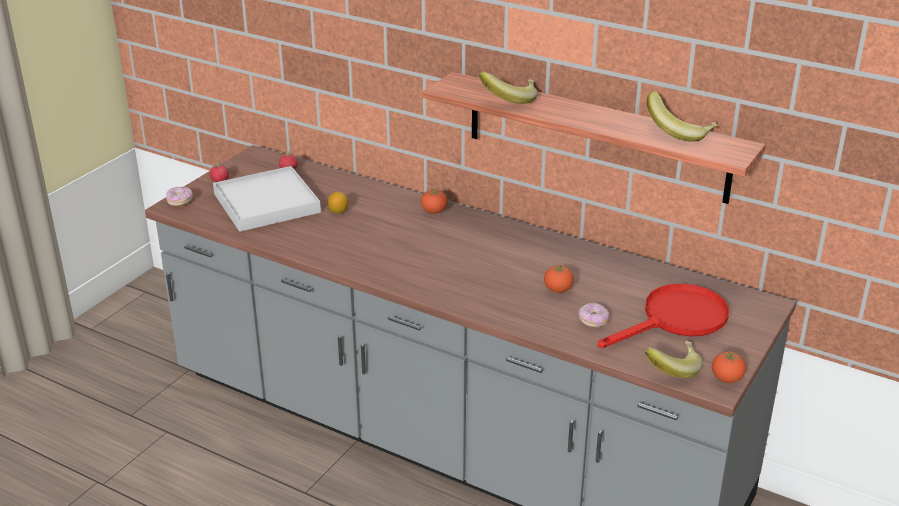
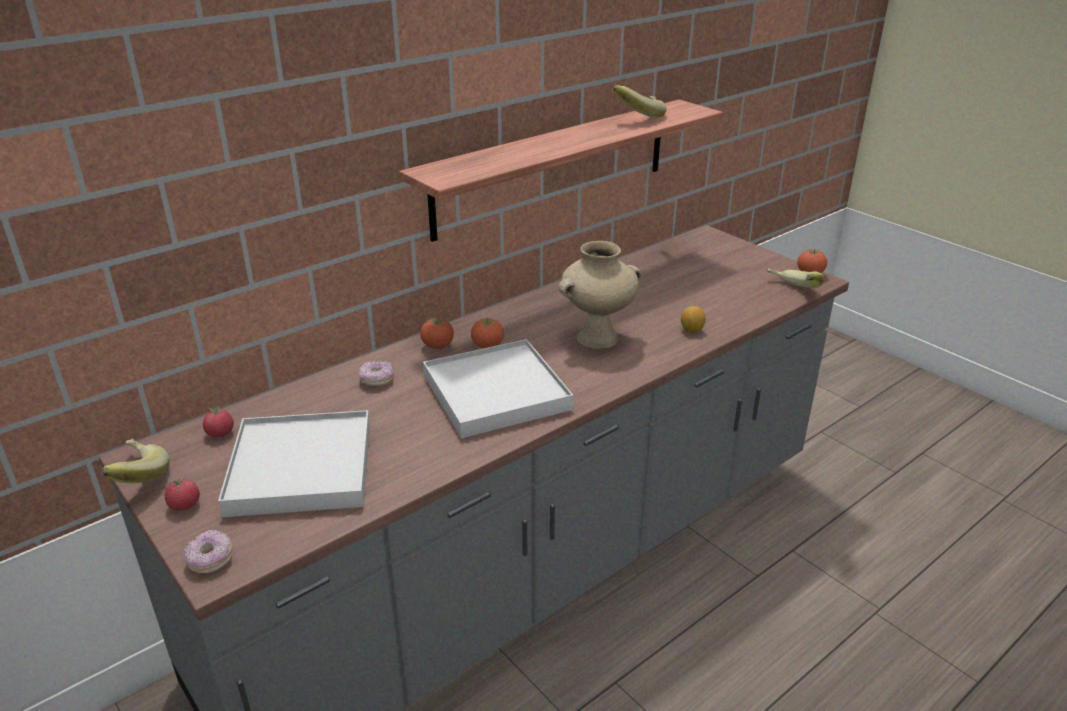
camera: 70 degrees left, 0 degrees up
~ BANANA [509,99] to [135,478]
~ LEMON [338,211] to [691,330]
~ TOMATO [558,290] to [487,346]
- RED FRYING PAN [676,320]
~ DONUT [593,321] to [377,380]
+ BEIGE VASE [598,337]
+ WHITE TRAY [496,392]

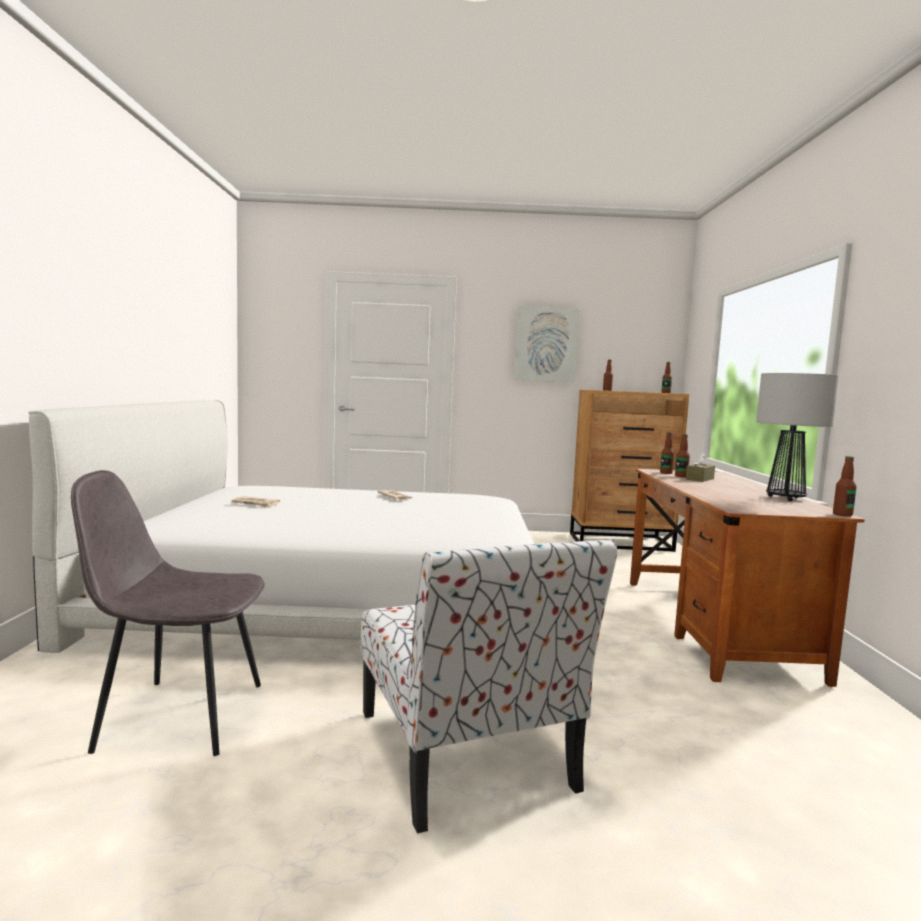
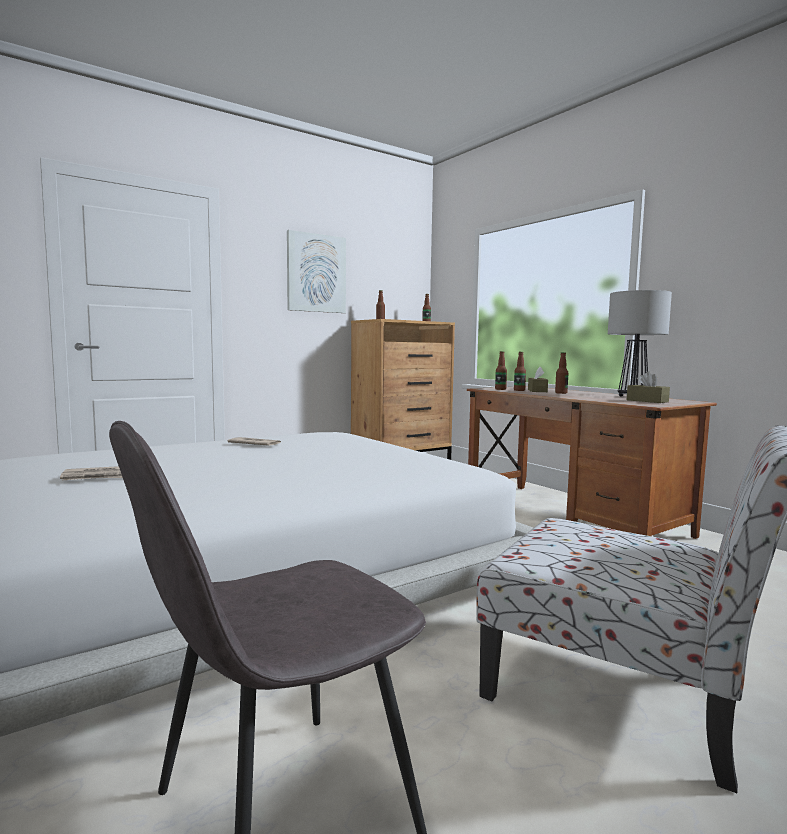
camera: 35 degrees left, 0 degrees up
~ BOTTLE [842,515] to [561,393]
+ BROWN TISSUE BOX [647,401]

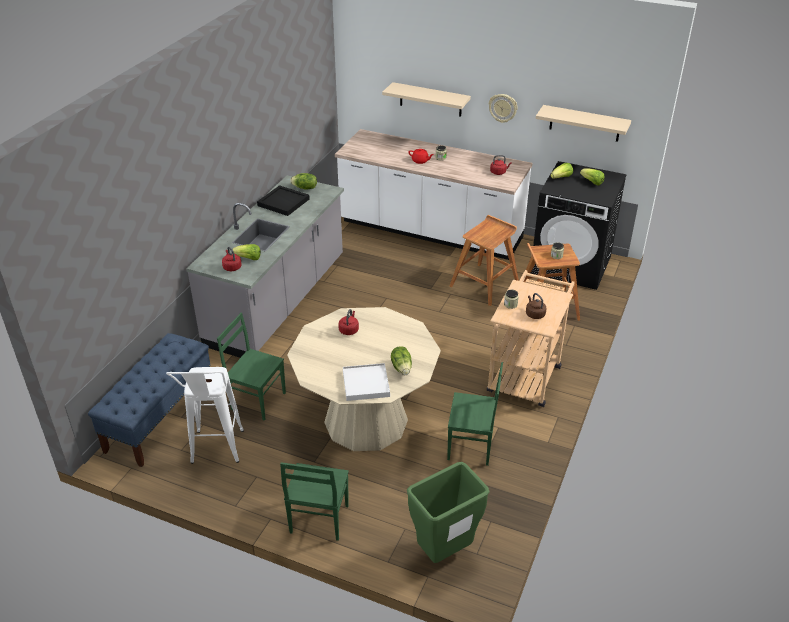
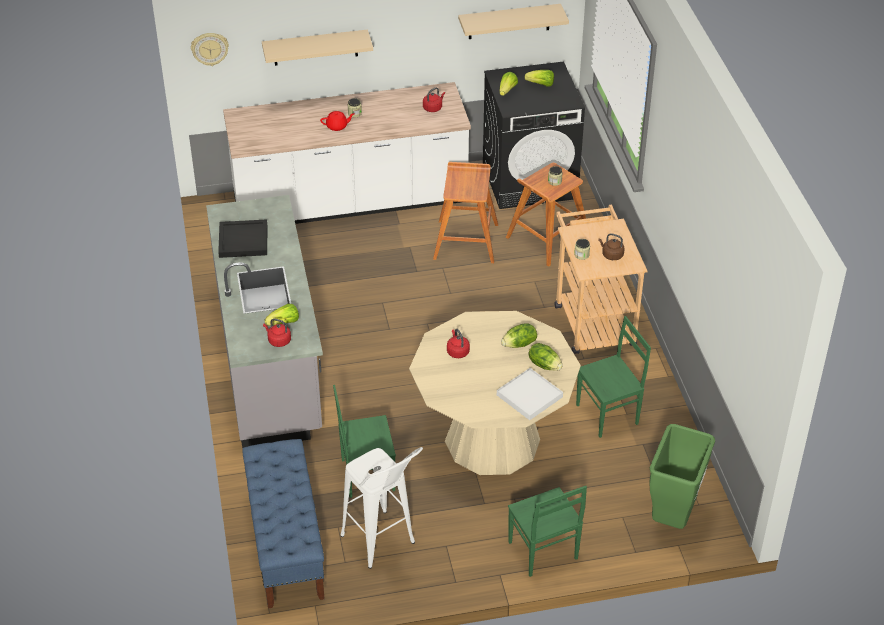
camera: 35 degrees left, 5 degrees up
~ WALL CLOCK [503,108] to [210,48]
~ LETTUCE [305,188] to [519,344]

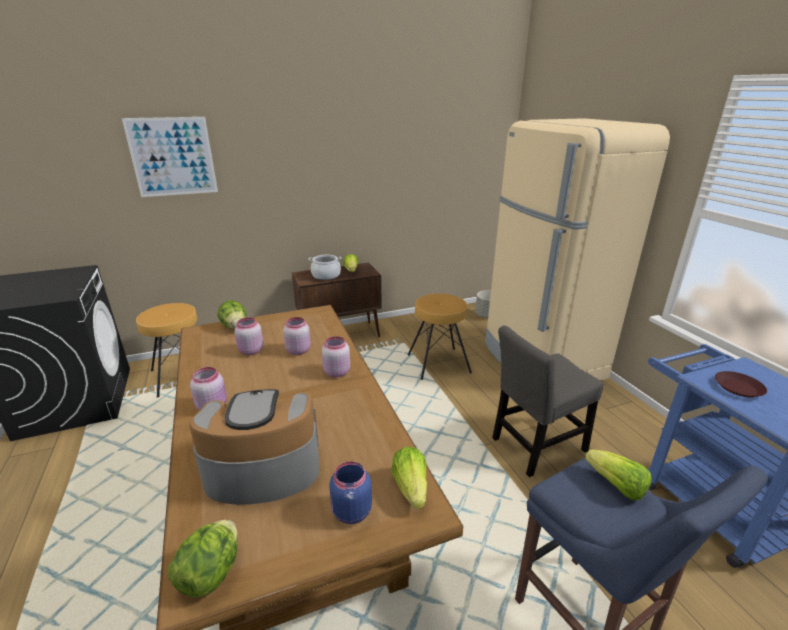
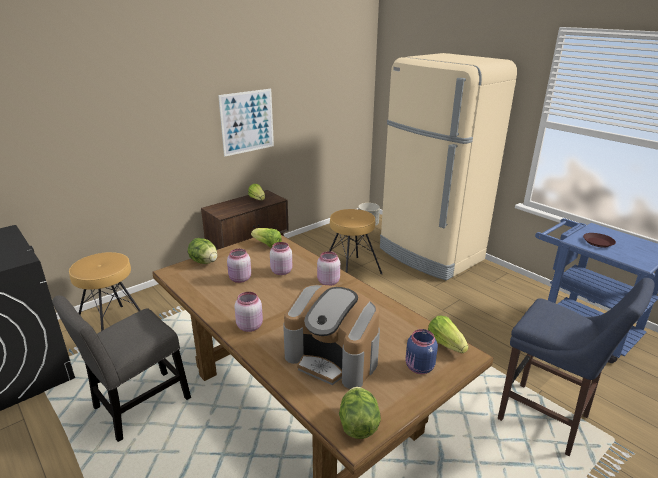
camera: 20 degrees left, 0 degrees up
~ PICTURE [172,157] to [247,122]
- COOKING POT [326,276]
~ GREY CHAIR [535,447] to [138,406]
~ COFFEE MACHINE [262,469] = [333,358] 120 degrees counterclockwise
~ LETTUCE [616,486] to [267,245]

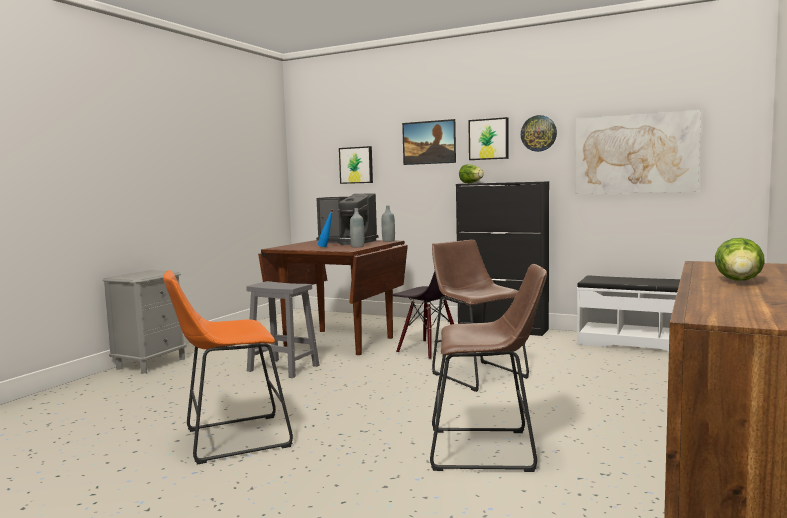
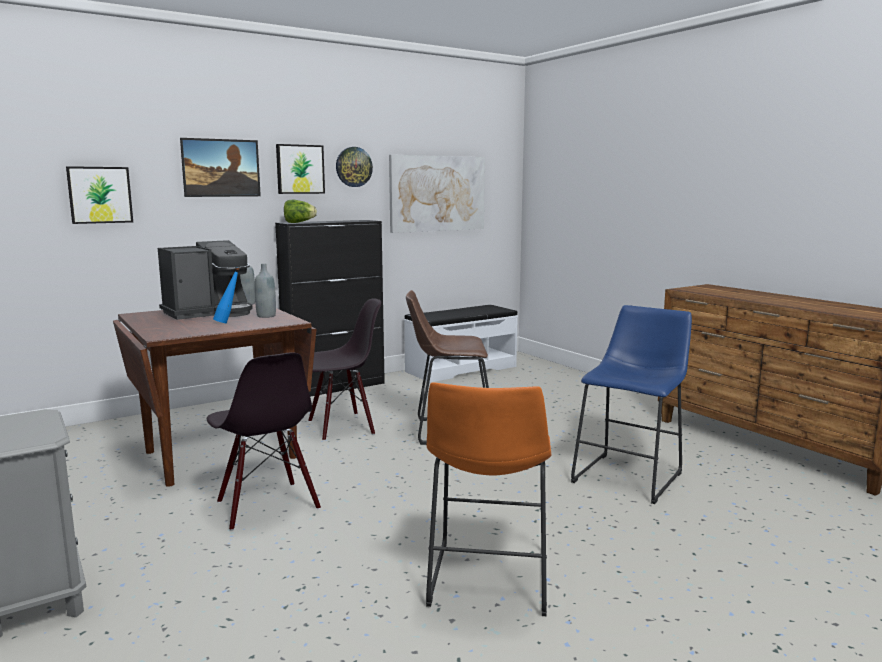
camera: 60 degrees left, 5 degrees up
- LETTUCE [739,281]
~ BROWN STOOL [488,450] to BLUE STOOL [630,475]
~ GREY STOOL [282,368] to BLACK CHAIR [266,506]

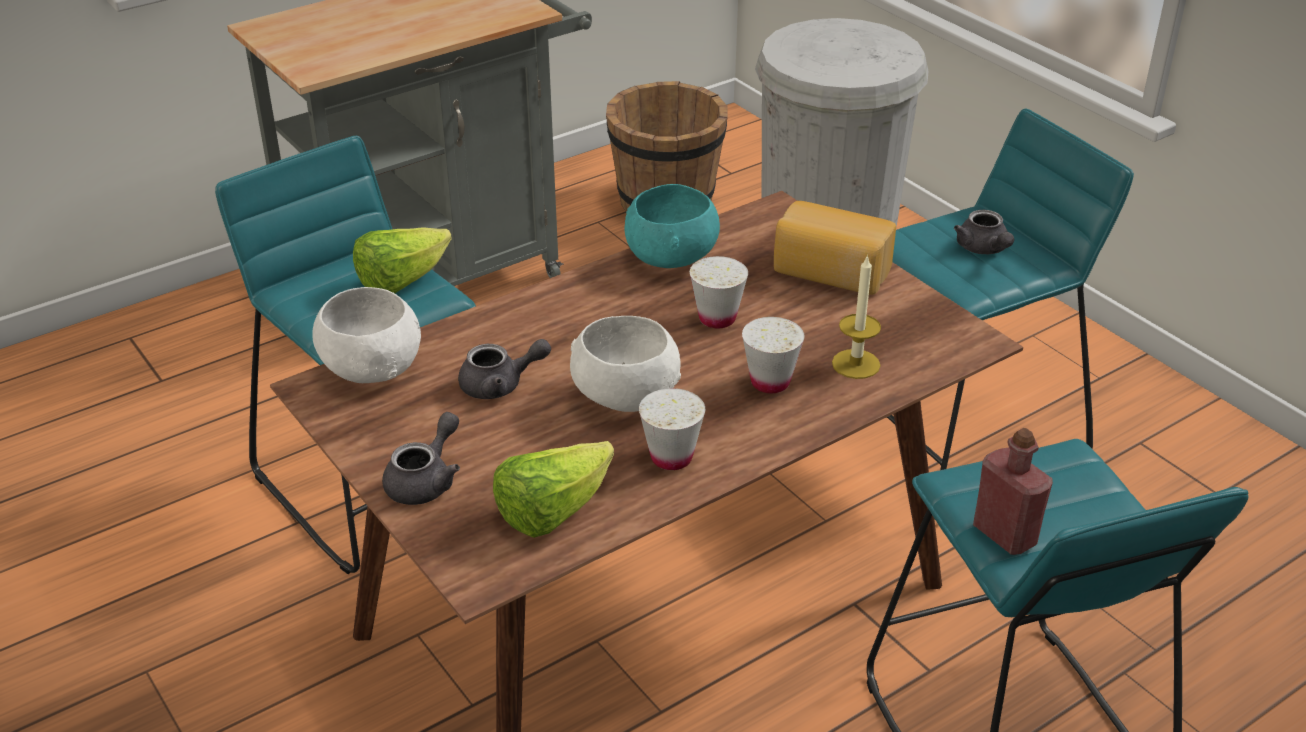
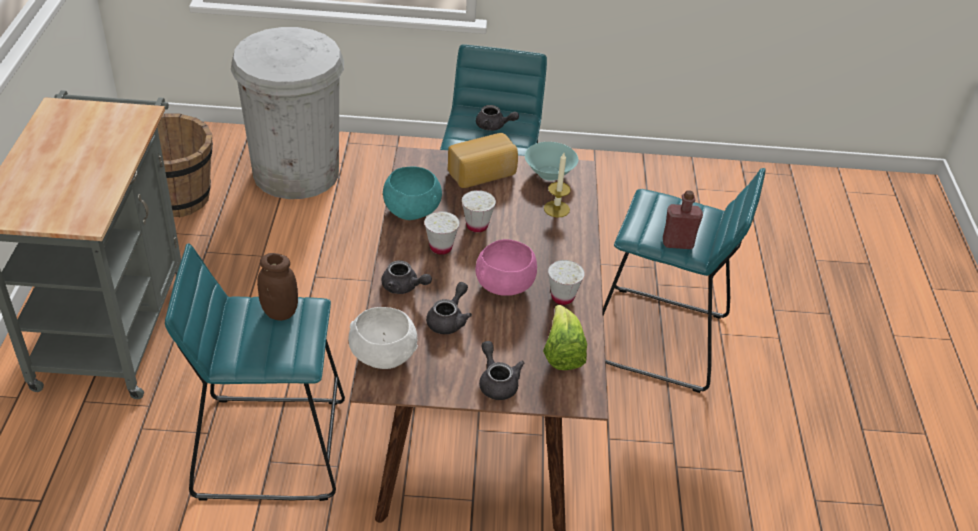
camera: 55 degrees left, 5 degrees up
~ LETTUCE [401,281] to BROWN JAR [280,312]
~ WHITE BOWL [624,398] to PINK BOWL [504,287]
~ WHITE CUP [770,382] to [441,247]
+ TURQUOISE BOWL [549,173]
+ GREY TEAPOT [404,287]

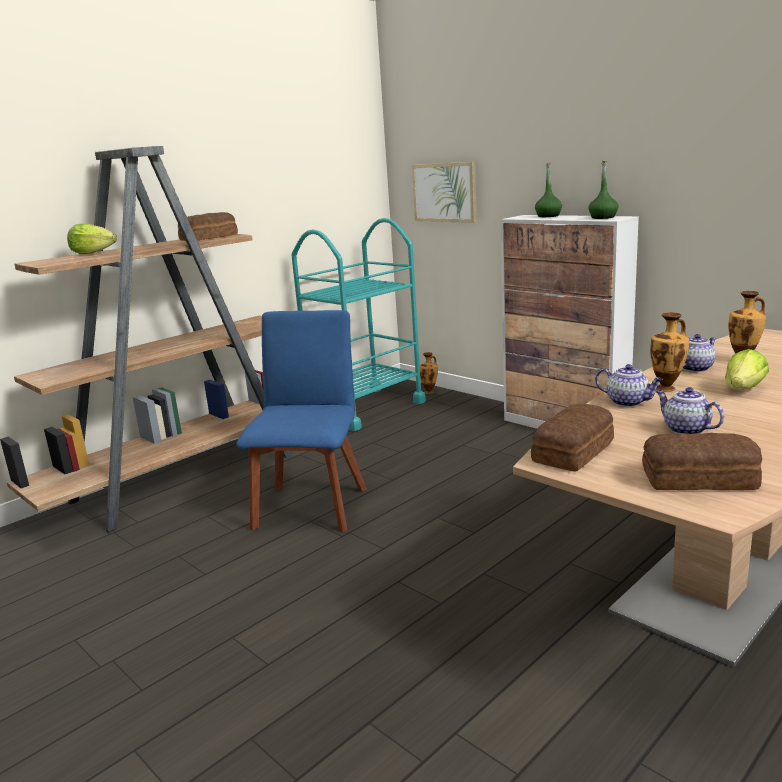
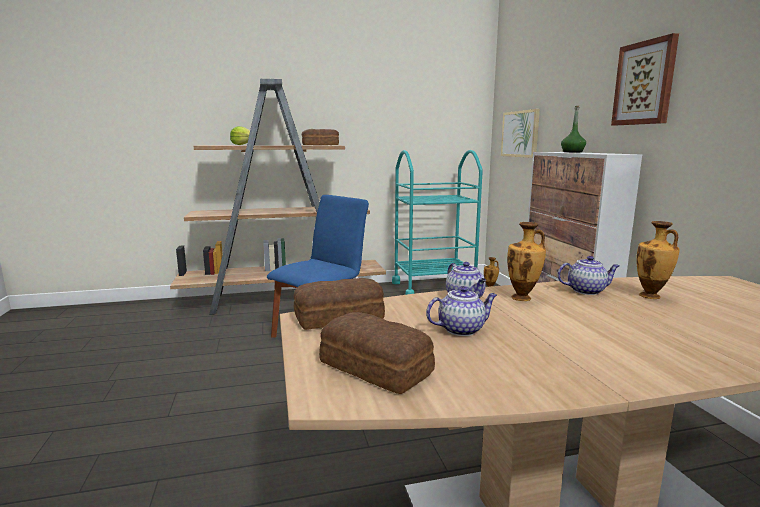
camera: 30 degrees right, 5 degrees down
- GREEN BOTTLE [603,217]
- LETTUCE [743,390]
~ TEAPOT [685,429] = [461,329] 75 degrees clockwise
+ PICTURE [645,83]

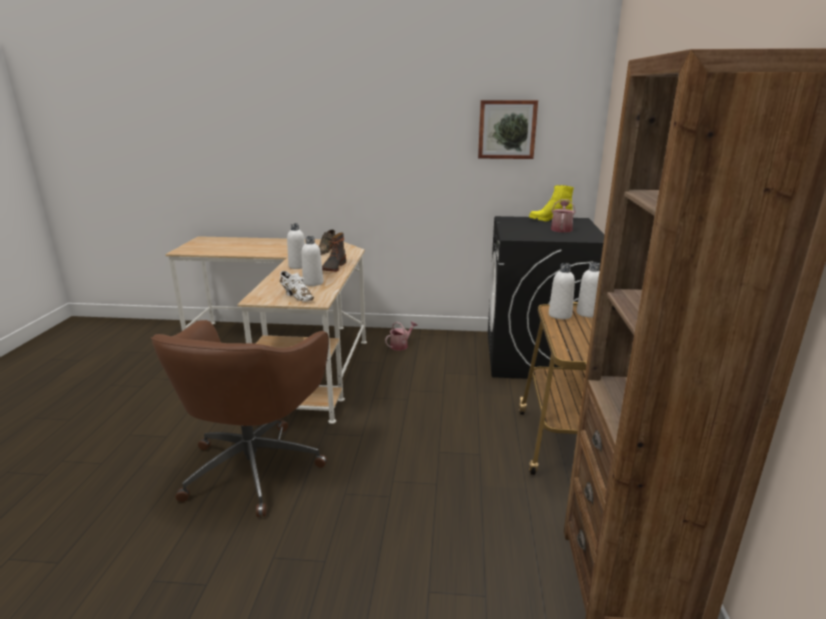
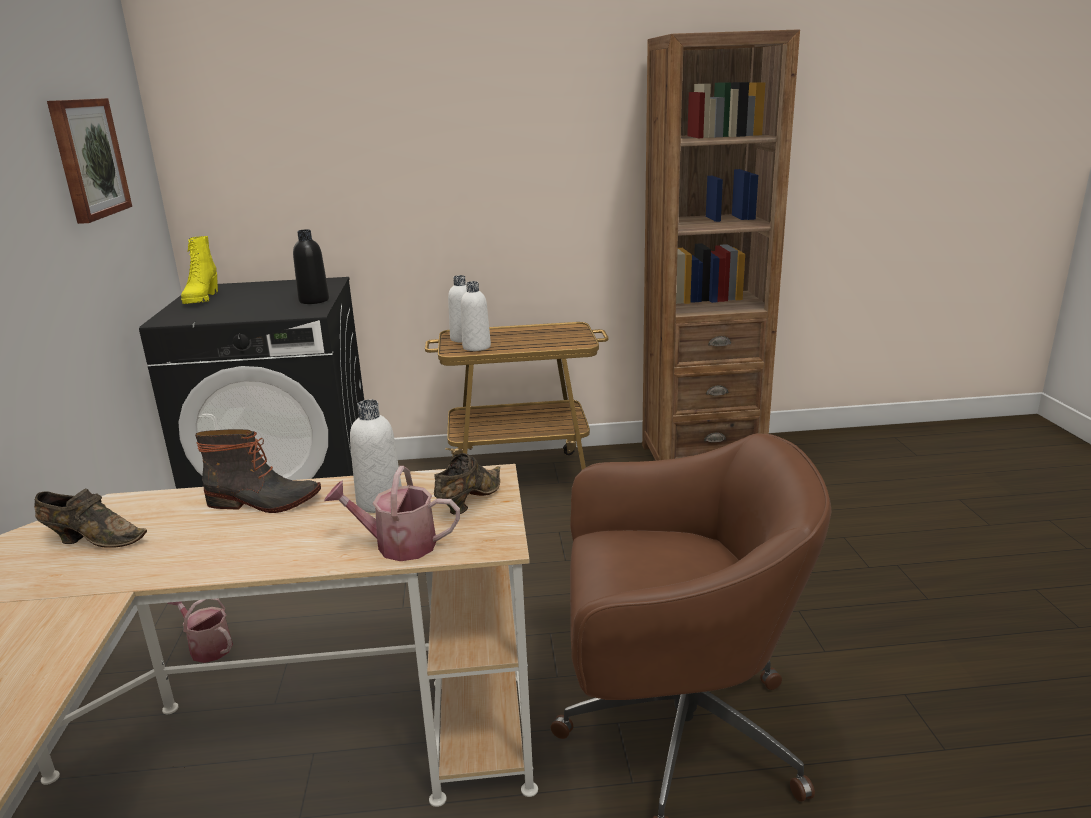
camera: 100 degrees left, 0 degrees up
~ WATERING CAN [561,229] to [397,545]
- WHITE BOTTLE [298,266]
~ WHITE SHOE [297,296] to BROWN SHOE [468,501]
+ BLACK BOTTLE [314,300]

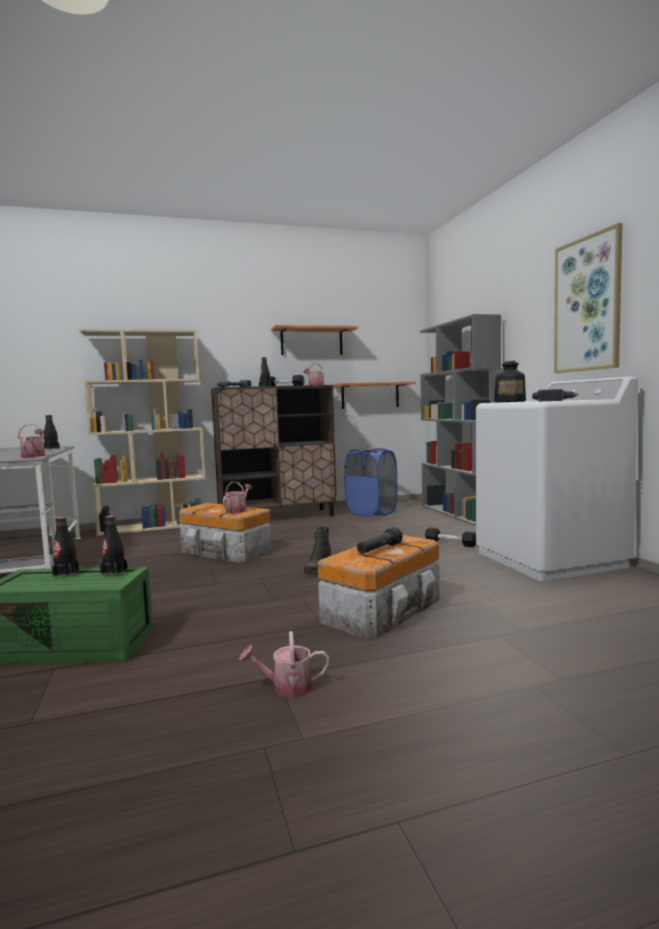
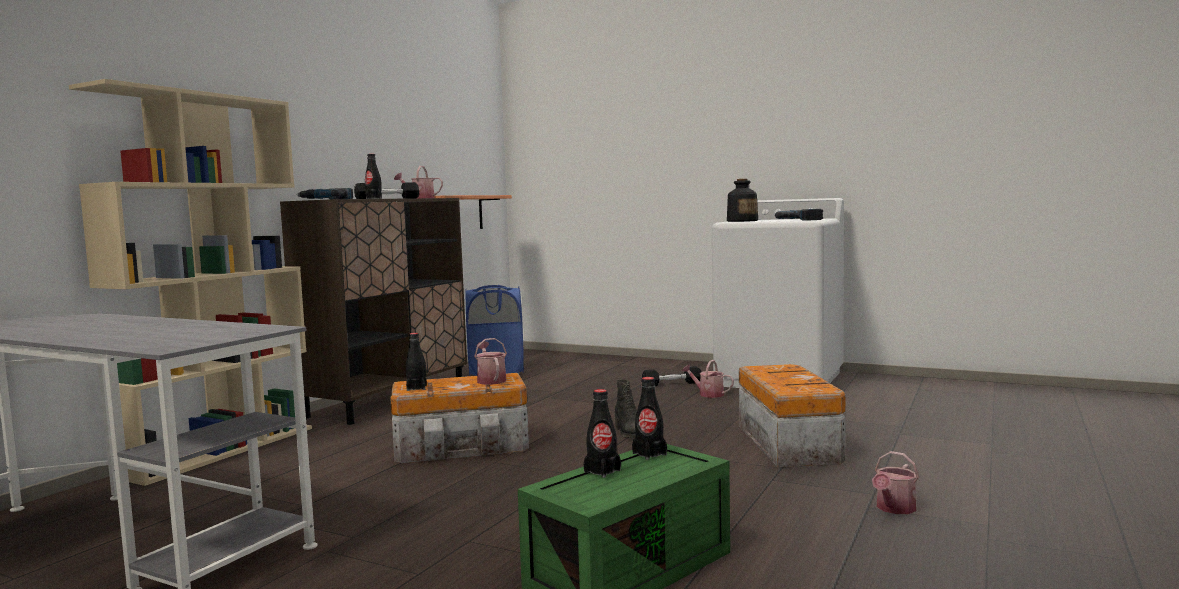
camera: 45 degrees left, 0 degrees up
- PICTURE [587,304]
- GREY BOOKCASE [458,513]
- SHELF [311,342]
~ BLACK BOTTLE [51,448] to [416,388]
~ WATERING CAN [34,455] to [708,394]
- BLACK FLASHLIGHT [379,550]

